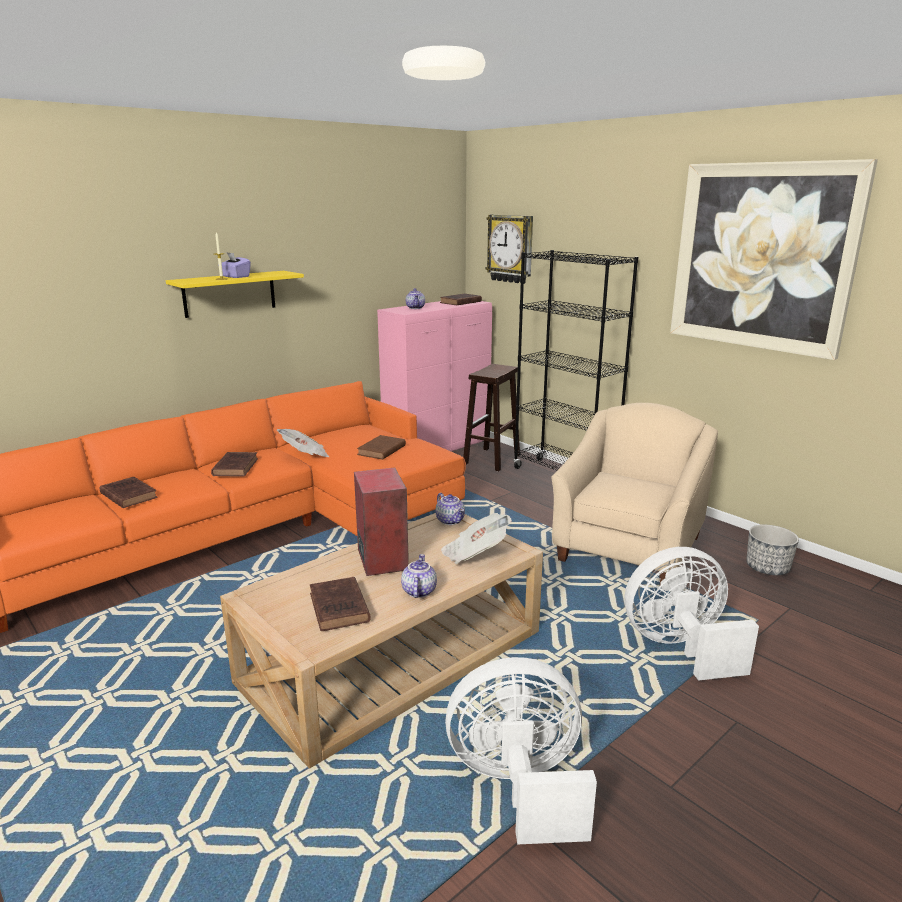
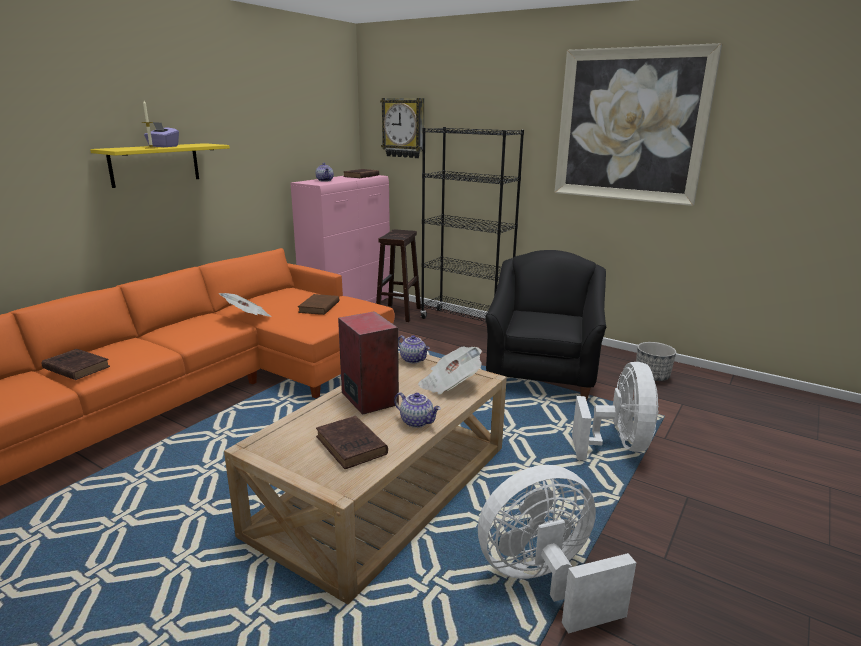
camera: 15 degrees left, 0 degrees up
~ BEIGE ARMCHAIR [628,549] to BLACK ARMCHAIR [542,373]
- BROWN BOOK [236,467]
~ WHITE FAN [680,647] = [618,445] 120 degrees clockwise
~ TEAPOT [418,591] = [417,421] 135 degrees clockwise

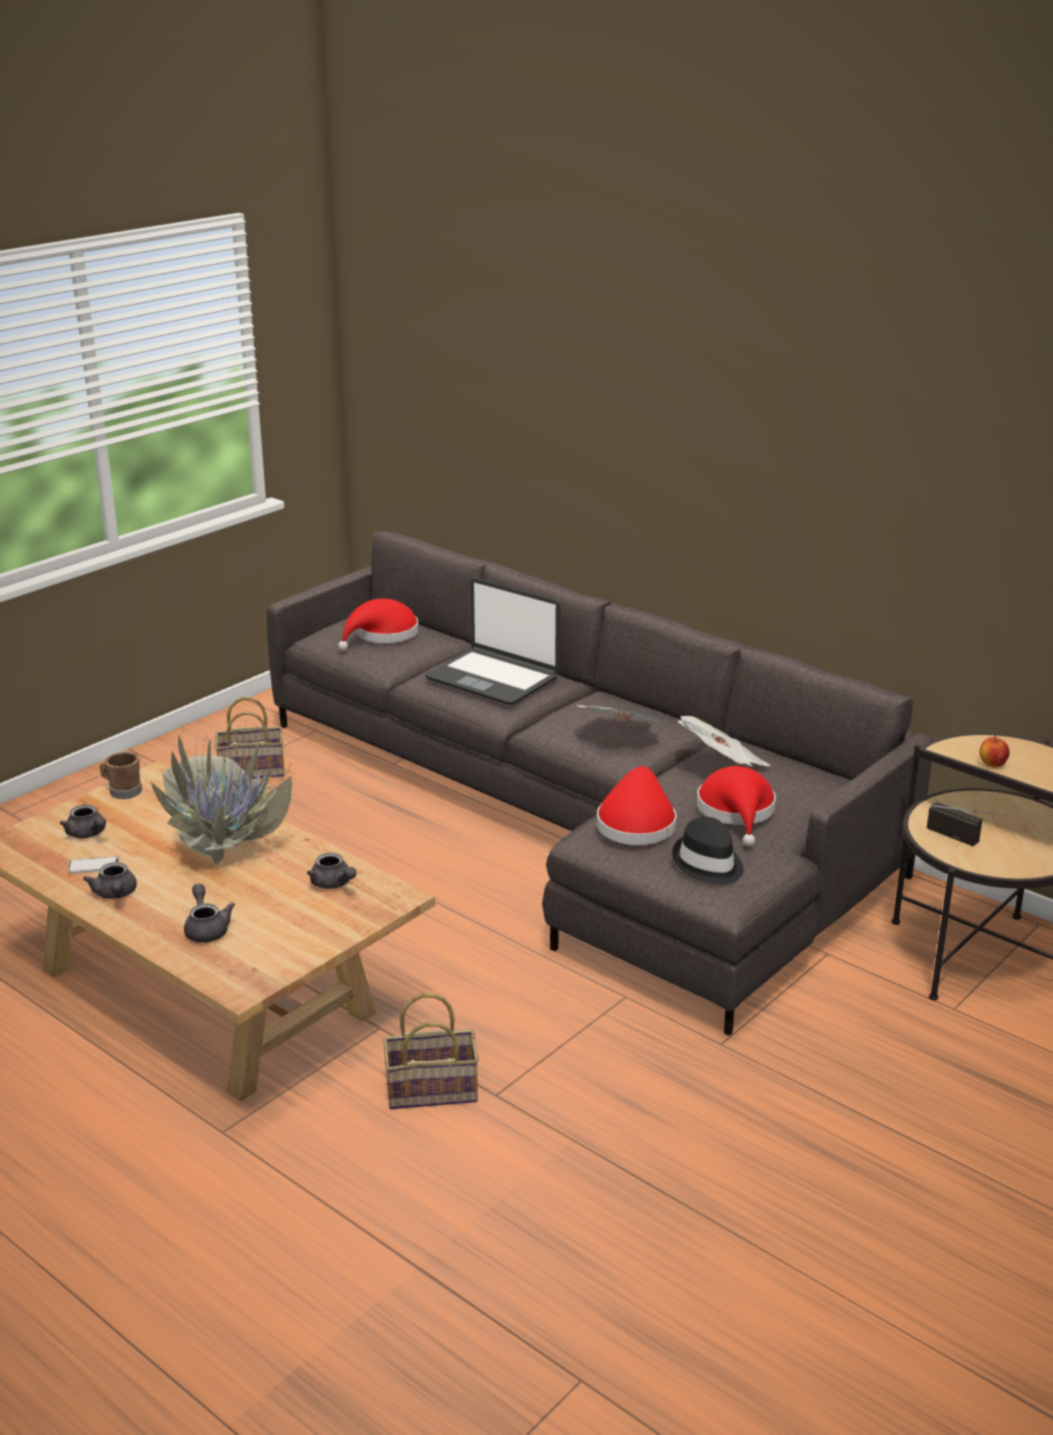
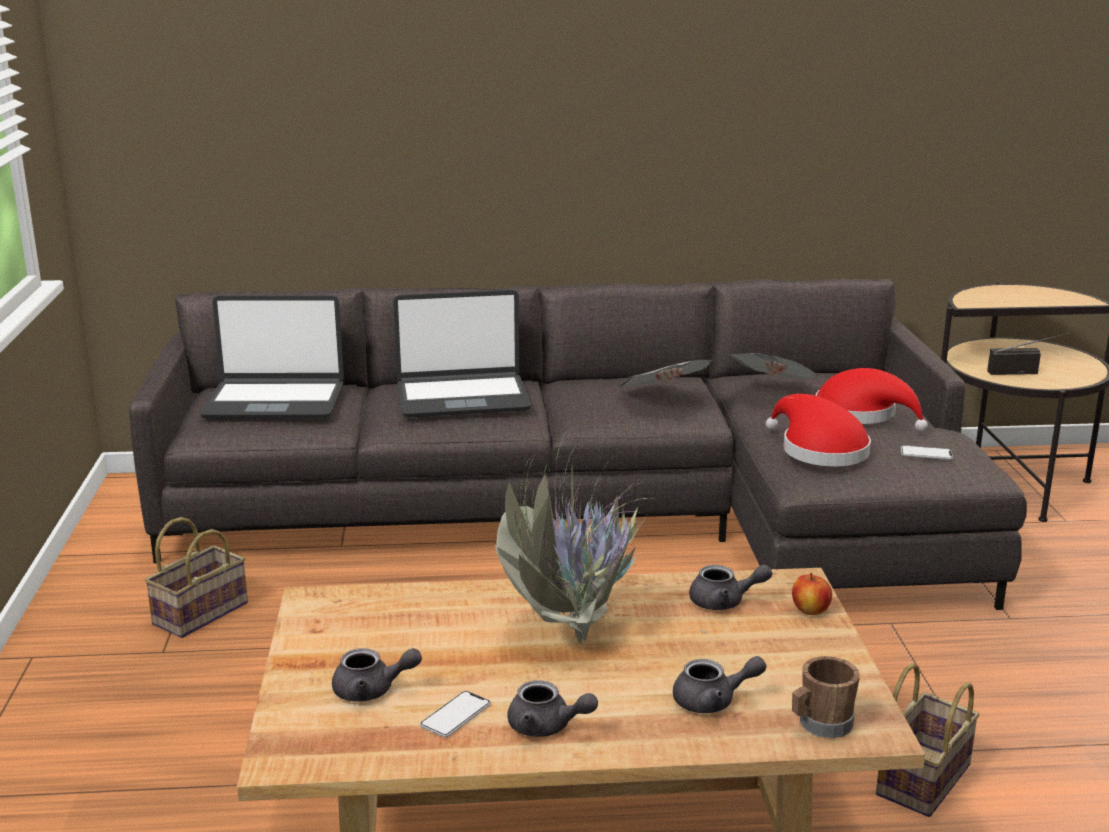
camera: 45 degrees left, 5 degrees down
~ RED HAT [382,635] to LAPTOP [274,401]
~ APPLE [992,764] to [810,611]
~ BROWN MUG [122,791] to [820,725]
~ BLACK HAT [708,863] to PHONE [926,454]
~ GREY TEAPOT [207,928] = [713,701] 150 degrees clockwise

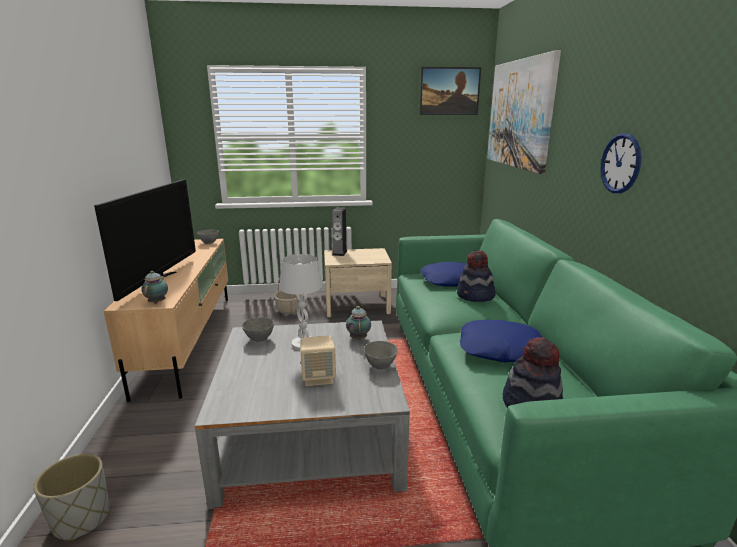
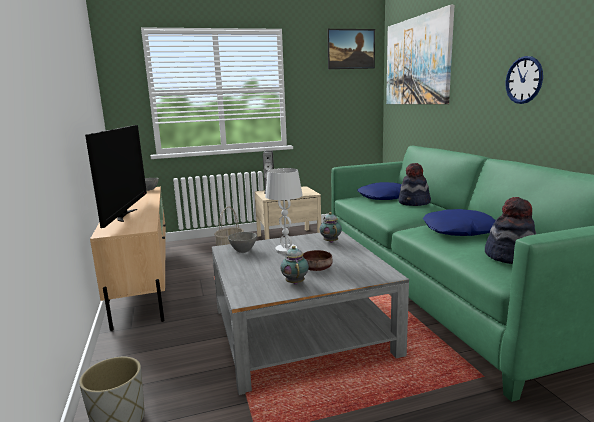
camera: 10 degrees left, 5 degrees down
~ TEAPOT [158,302] to [295,282]
~ BEIGE SPEAKER [319,377] to BROWN BOWL [317,268]
- GREY BOWL [380,366]

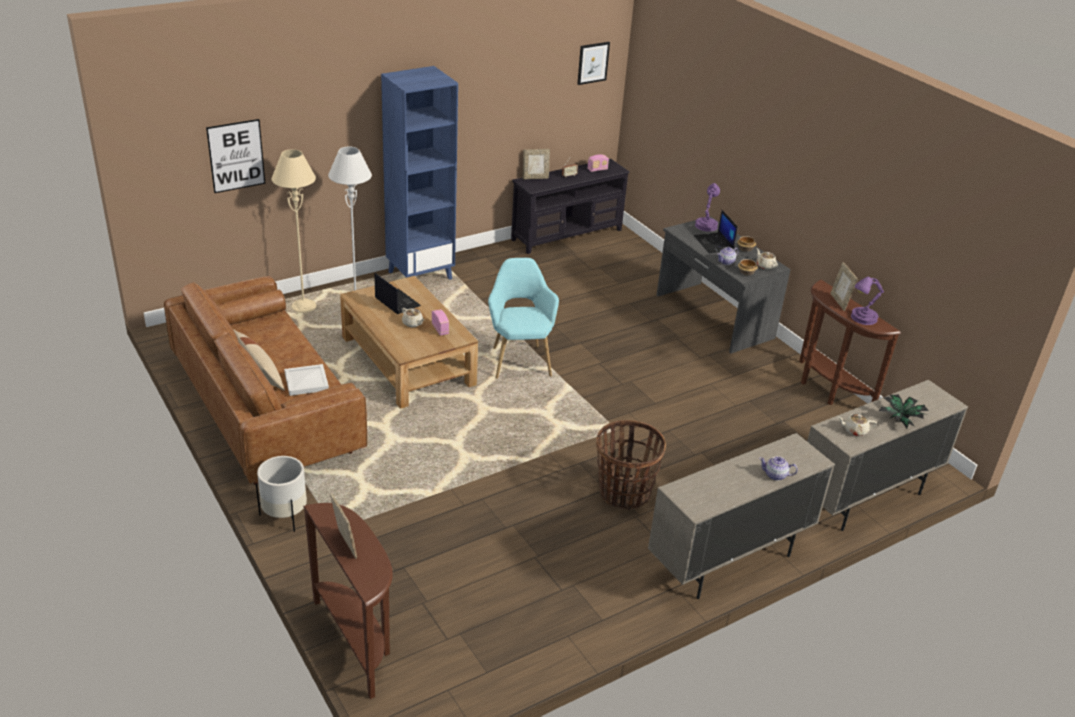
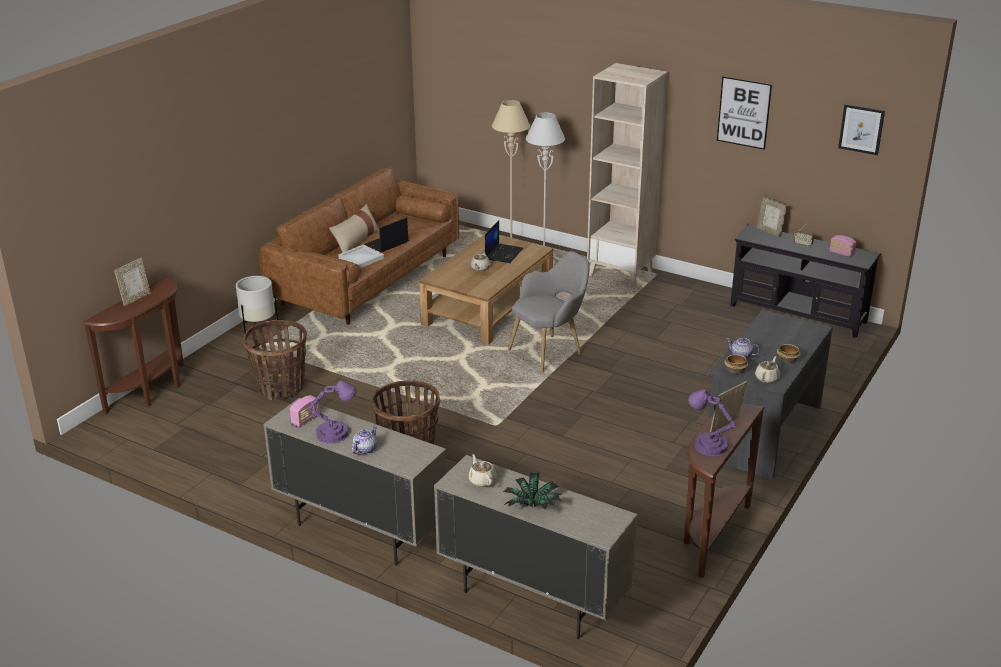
camera: 65 degrees right, 5 degrees down
~ BLUE BOOKCASE [420,275] to BEIGE BOOKCASE [621,273]
~ PICTURE [236,156] to [744,112]
~ PURPLE TABLE LAMP [706,225] to [335,434]
~ LAPTOP [714,243] to [386,244]
~ TURQUOISE ARMCHAIR [519,359] to GREY ARMCHAIR [550,352]
~ RADIO [440,329] to [306,419]
~ TEAPOT [775,475] = [364,449] 45 degrees clockwise
+ BASKET [281,388]

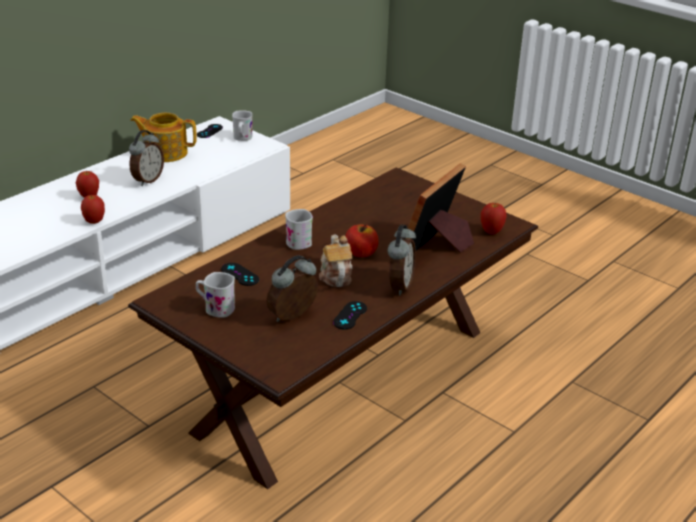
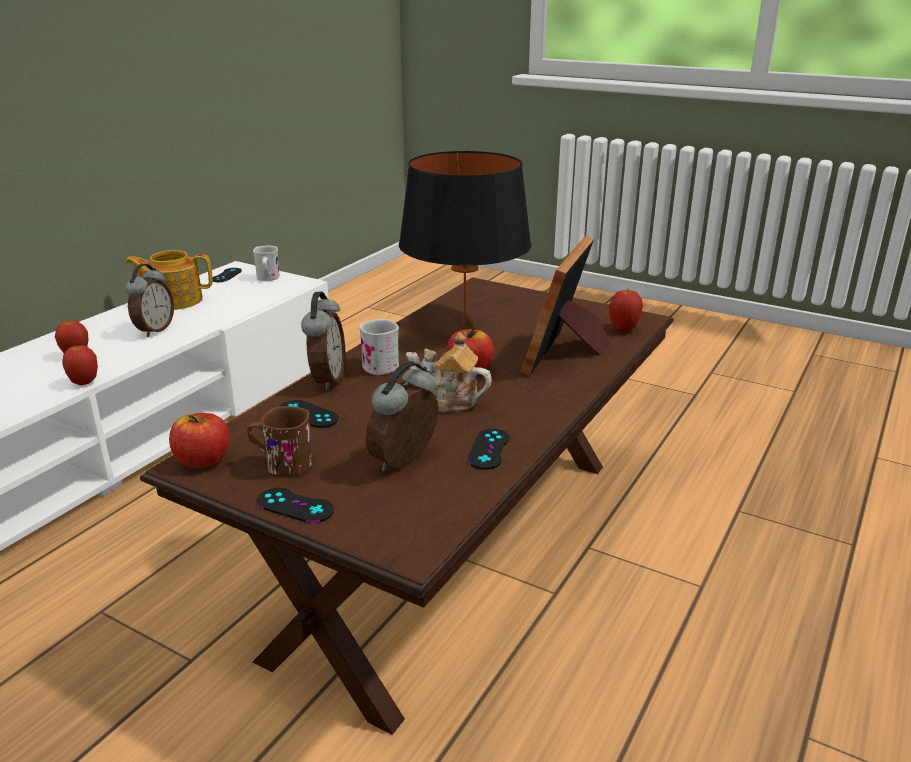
camera: 10 degrees left, 5 degrees down
~ ALARM CLOCK [399,286] to [326,379]
~ TEAPOT [335,276] = [446,400] 45 degrees counterclockwise
~ WHITE MUG [215,308] to BROWN MUG [282,464]
+ BLACK TABLE LAMP [464,324]
+ APPLE [203,460]
+ BLACK GAME CONTROLLER [295,506]

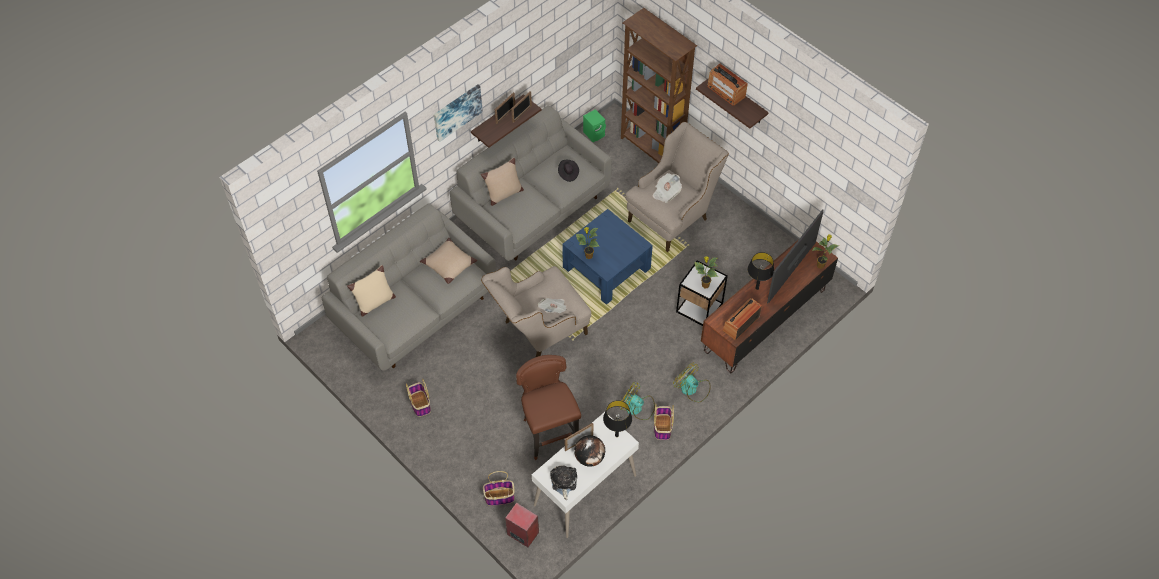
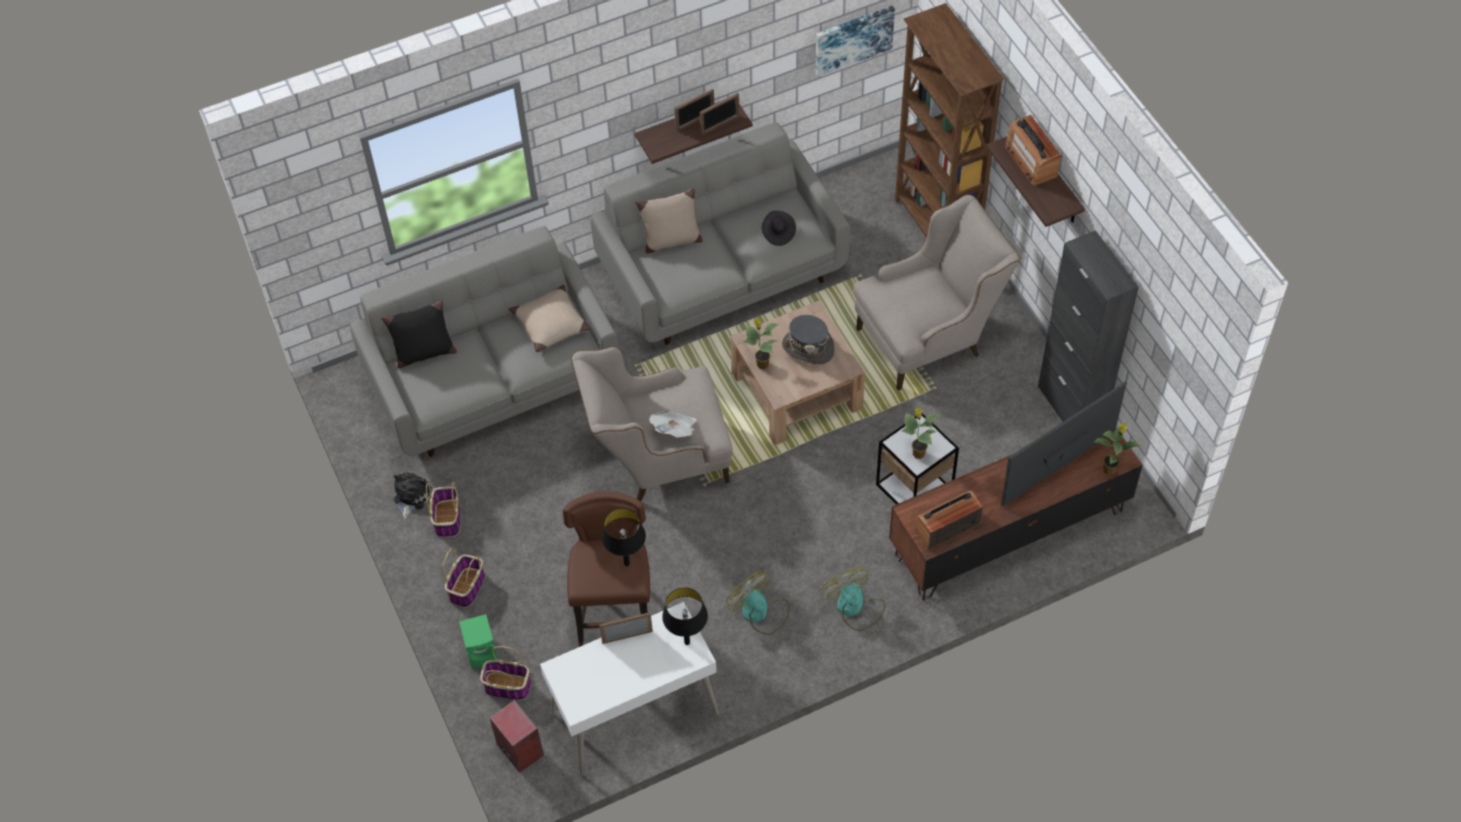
camera: 20 degrees right, 0 degrees up
~ PICTURE [457,112] to [853,39]
~ GREEN SPEAKER [594,134] to [483,652]
- NEWSPAPER [666,193]
~ BLUE COFFEE TABLE [606,268] to BROWN COFFEE TABLE [796,391]
~ BLACK TABLE LAMP [757,288] to [627,563]
~ BEIGE PILLOW [374,303] to BLACK PILLOW [424,353]
~ BASKET [662,427] to [467,587]
- GLOBE [589,458]
~ PLUSH TOY [563,482] to [411,497]
+ BLACK CABINET [1070,407]
+ GREY HAT [808,347]

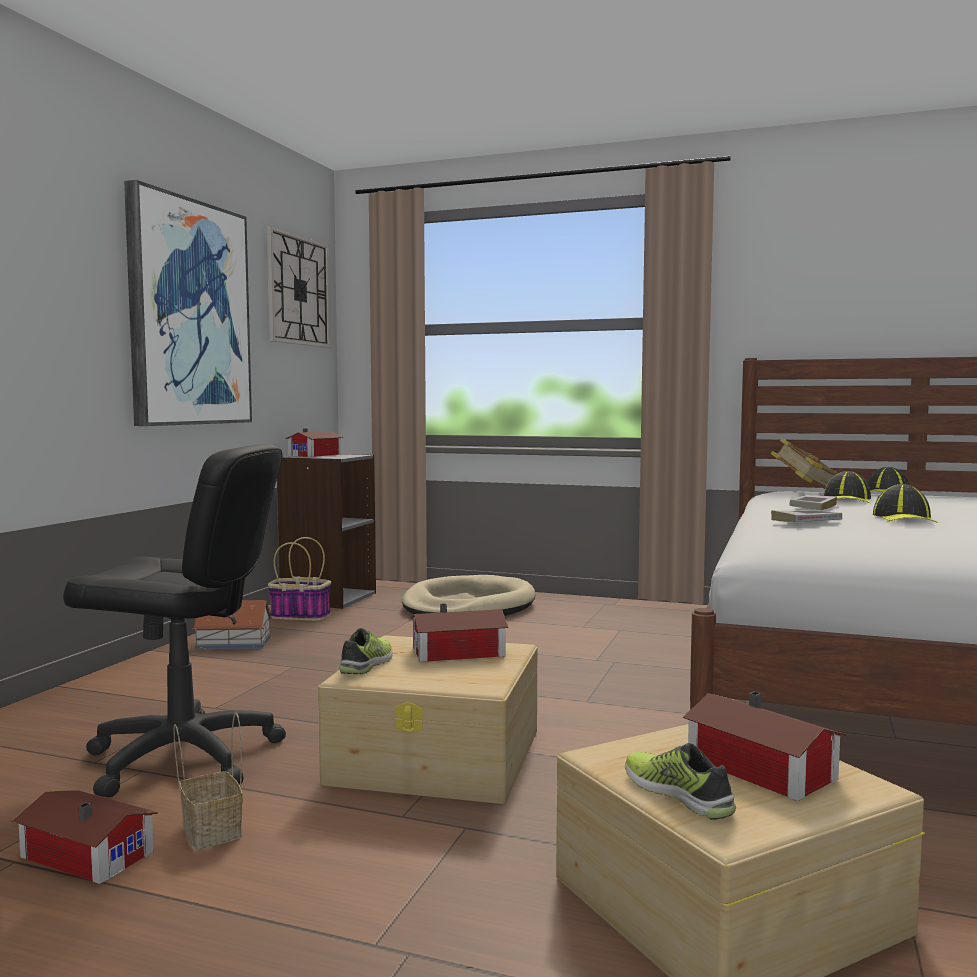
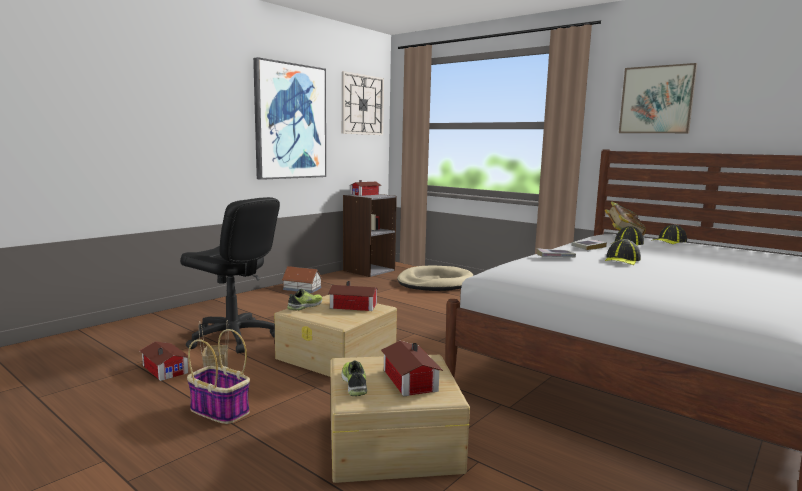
camera: 20 degrees right, 5 degrees up
~ BASKET [299,616] to [218,410]
+ PICTURE [656,100]

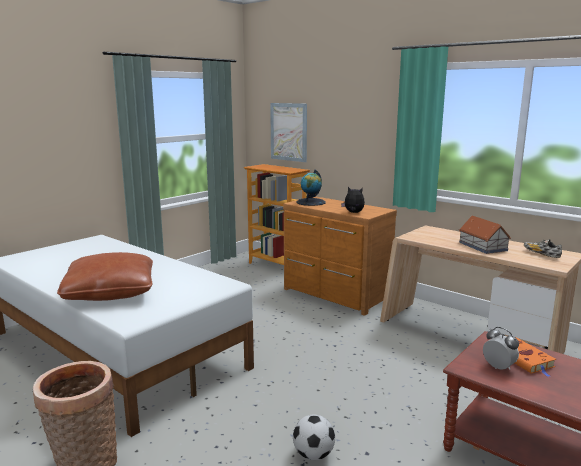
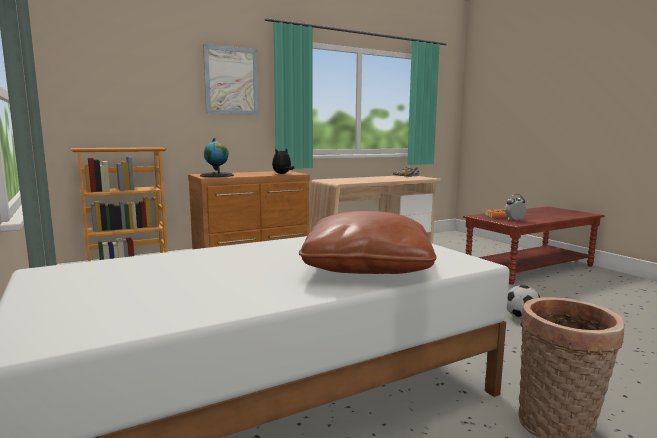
camera: 70 degrees left, 5 degrees down
~ PICTURE [288,132] to [231,81]
- TOY HOUSE [483,246]

